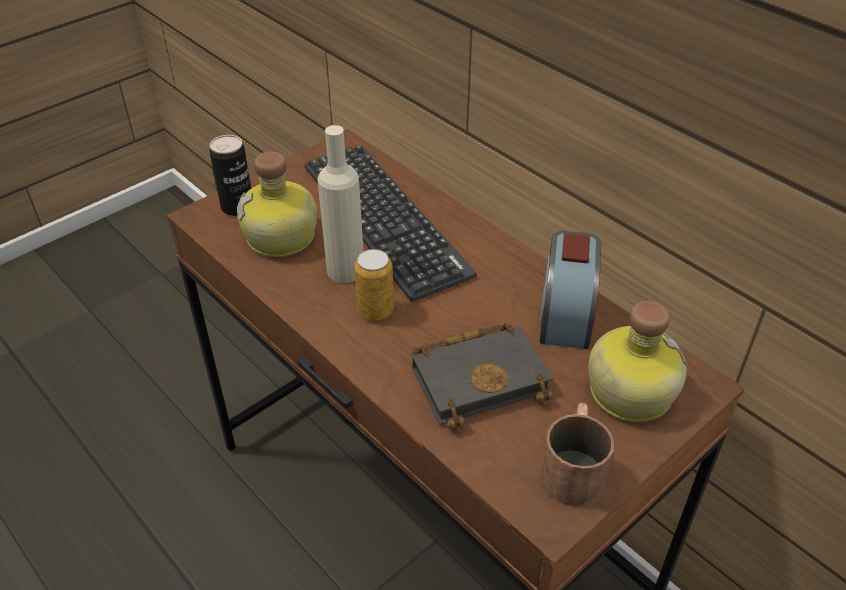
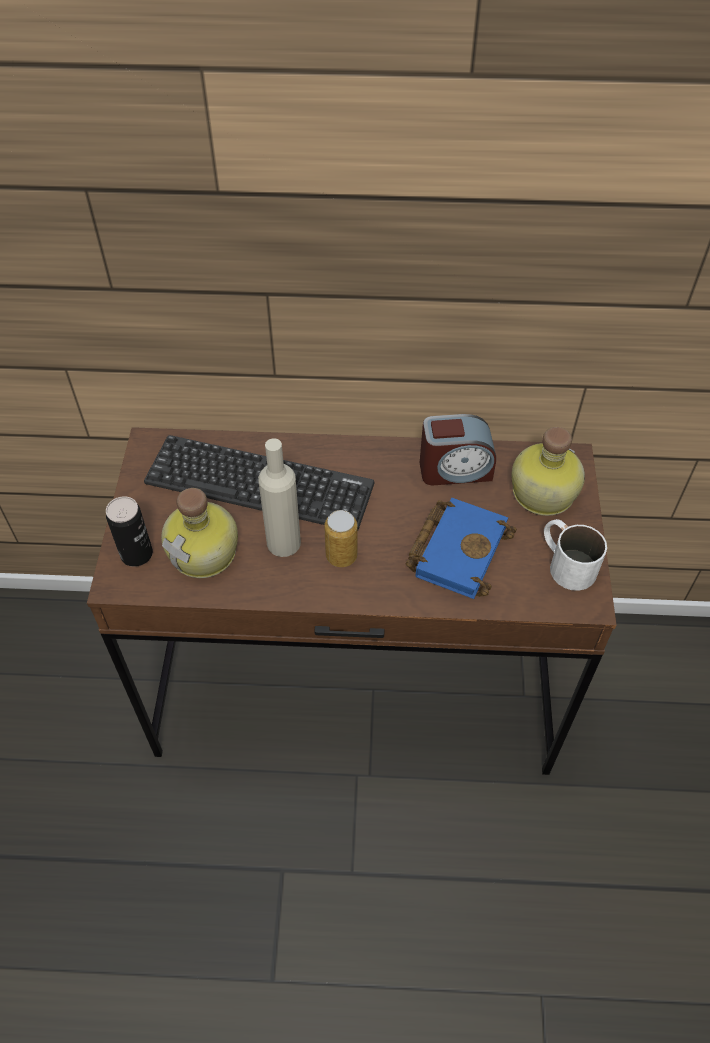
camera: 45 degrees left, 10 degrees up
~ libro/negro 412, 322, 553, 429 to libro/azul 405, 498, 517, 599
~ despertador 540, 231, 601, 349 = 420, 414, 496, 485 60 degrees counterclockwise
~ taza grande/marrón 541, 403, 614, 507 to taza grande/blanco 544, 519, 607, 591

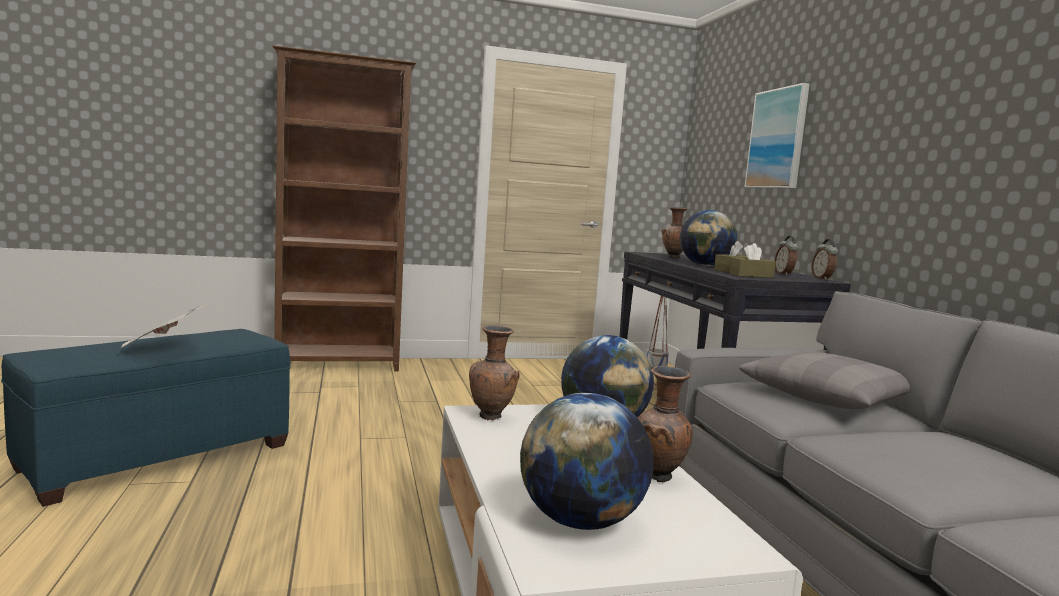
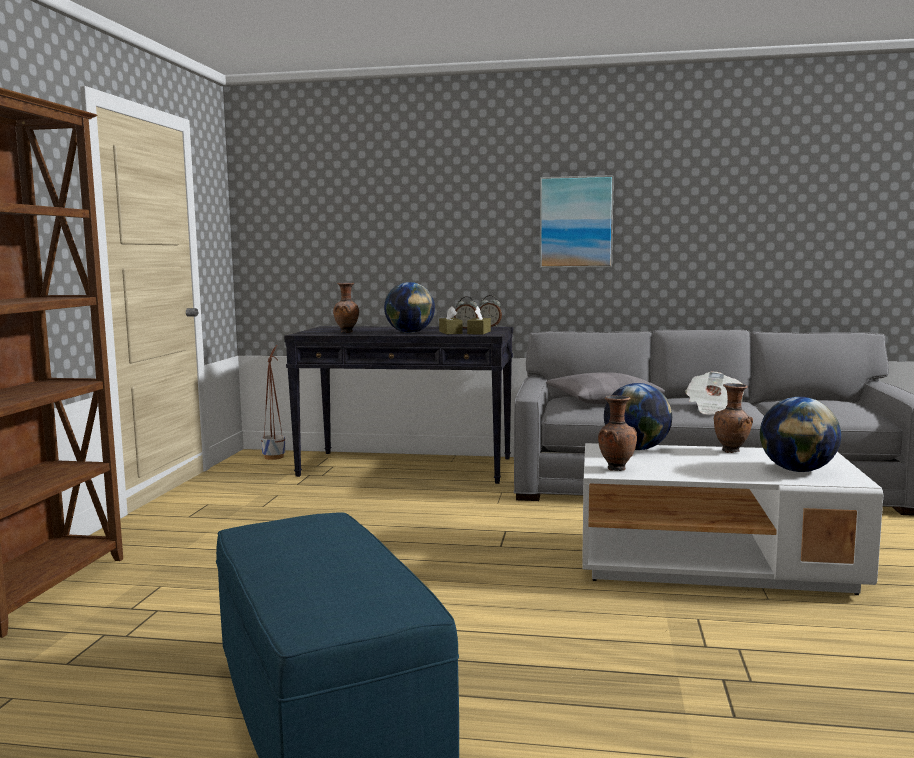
camera: 65 degrees left, 0 degrees up
~ cuadro 745, 83, 810, 188 to 540, 175, 614, 268
~ periódico 117, 305, 204, 350 to 685, 372, 744, 415

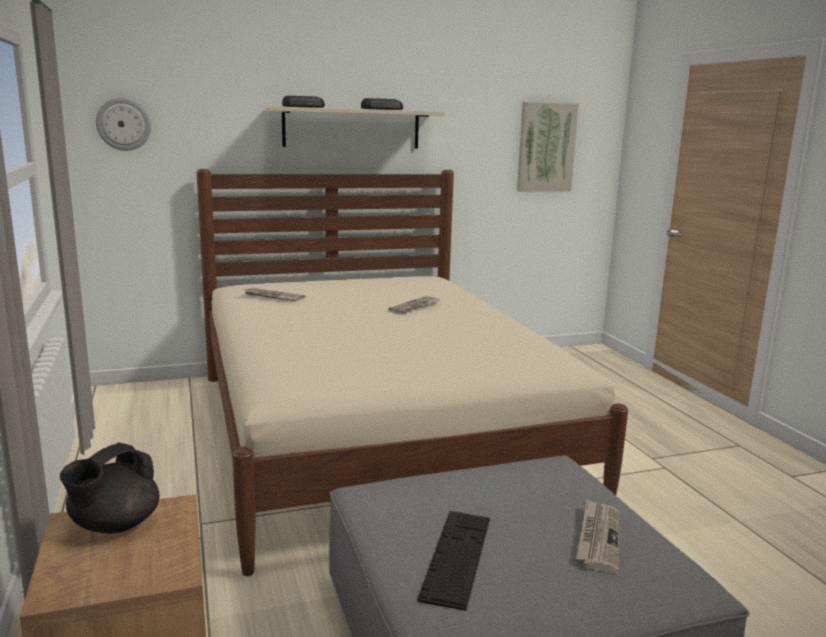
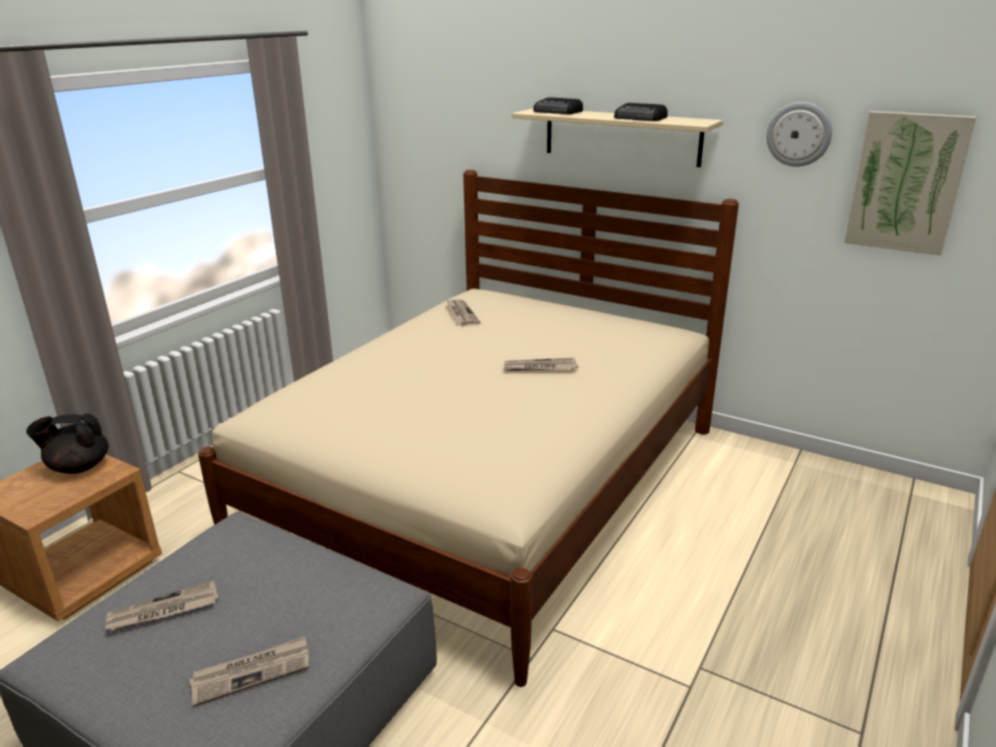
camera: 50 degrees right, 10 degrees up
~ teclado 417, 511, 490, 611 to periódico 105, 581, 219, 632
~ reloj de pared 96, 97, 151, 151 to 766, 102, 832, 167

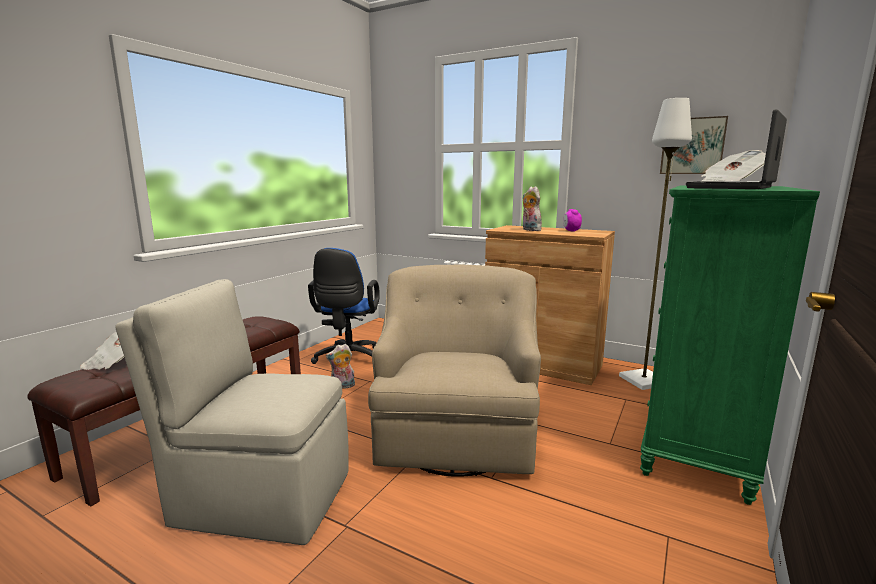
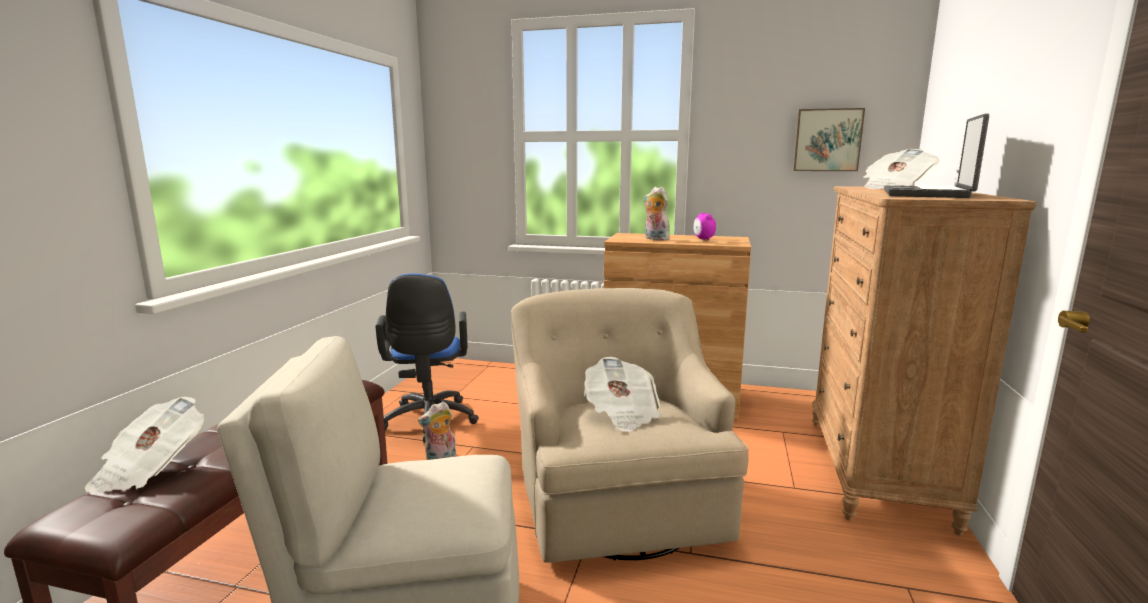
camera: 15 degrees left, 0 degrees up
+ periódico 584, 357, 661, 432
~ cómoda/verde 640, 185, 820, 505 to cómoda/marrón 812, 186, 1037, 536
- lámpara de pie/blanco 619, 98, 692, 390

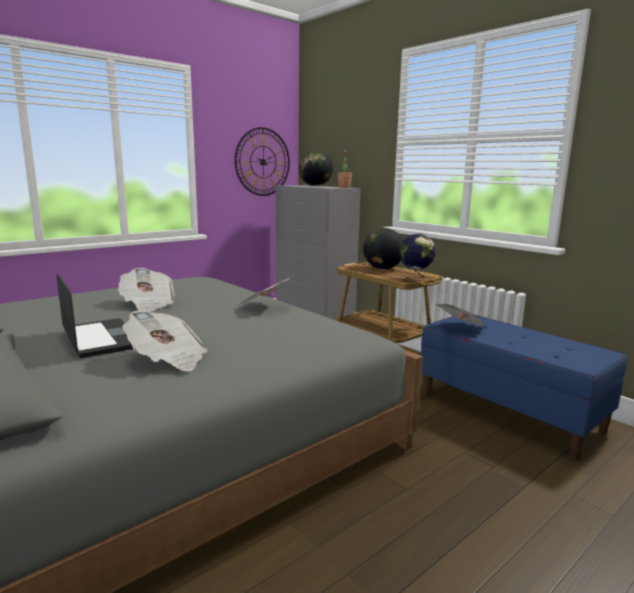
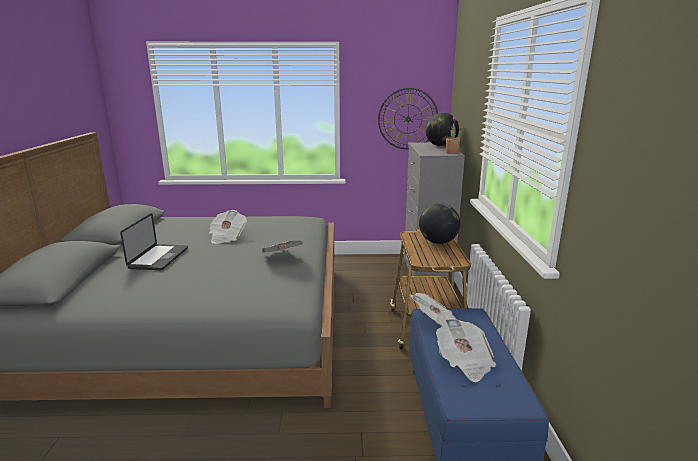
camera: 40 degrees right, 5 degrees up
~ periódico 122, 310, 208, 371 to 436, 317, 496, 382
- globo terráqueo 399, 234, 435, 282

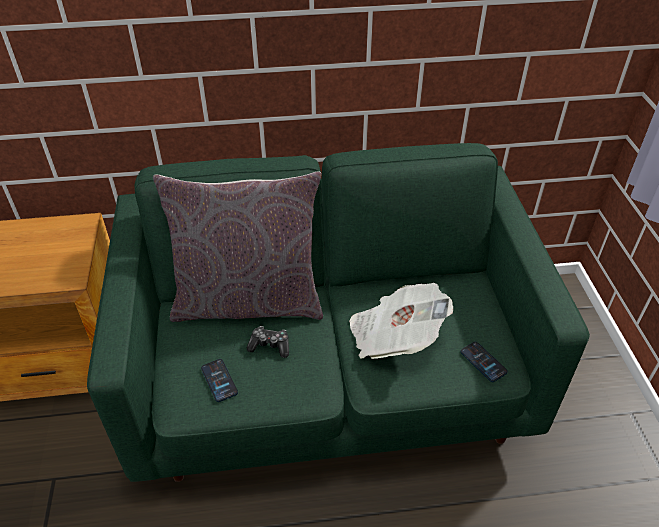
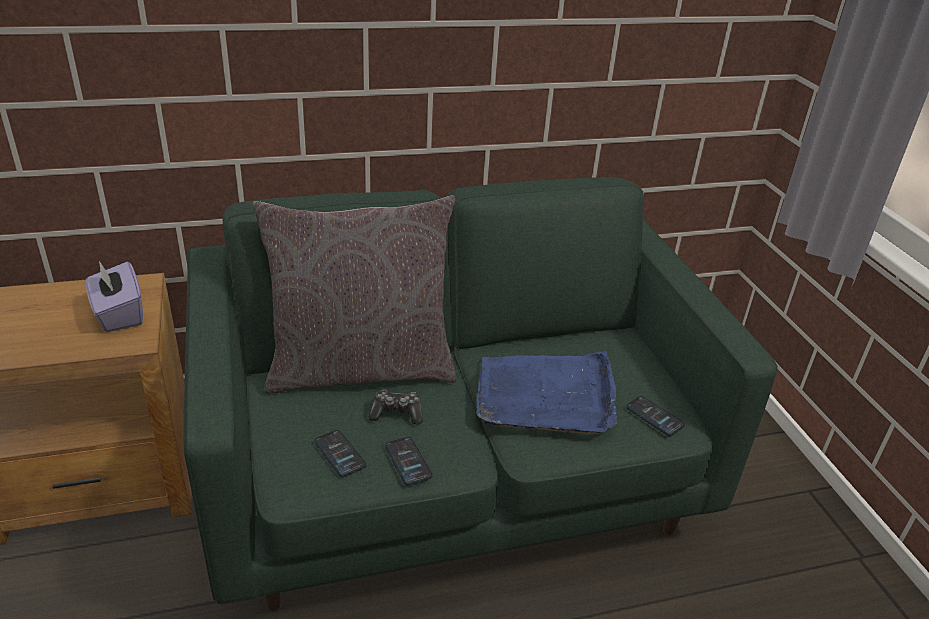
camera: 10 degrees left, 10 degrees down
+ caja de pañuelos/morado 86, 261, 143, 332
+ móvil 385, 437, 433, 486
~ periódico 349, 283, 453, 359 to bandeja/azul 477, 351, 617, 434

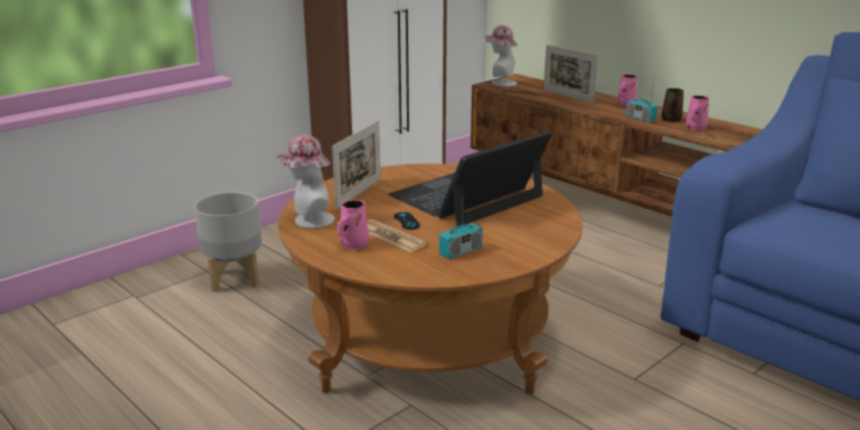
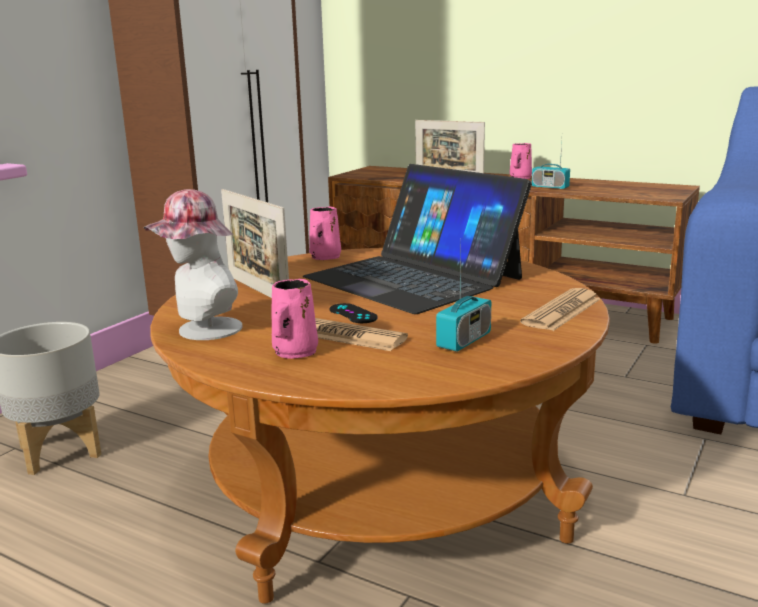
camera: 15 degrees left, 5 degrees down
~ portarretratos 332, 121, 381, 209 = 221, 189, 289, 298 135 degrees clockwise
~ portátil 388, 131, 552, 226 = 303, 164, 532, 314 75 degrees counterclockwise
~ taza grande/rosa 686, 95, 709, 130 to 309, 207, 341, 260
+ periódico 520, 288, 601, 331
- sombrero 484, 25, 518, 87
- taza grande/marrón 662, 88, 684, 122

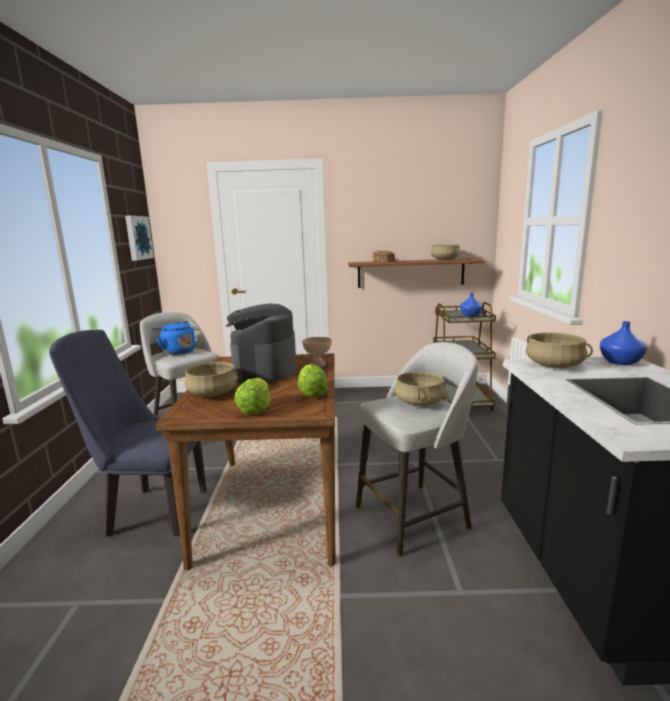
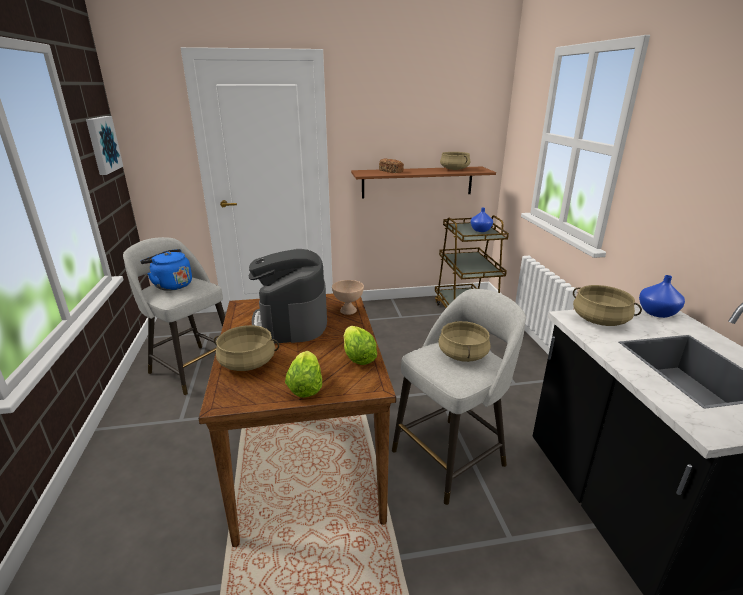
camera: 10 degrees left, 10 degrees up
- silla/azul 49, 330, 207, 537

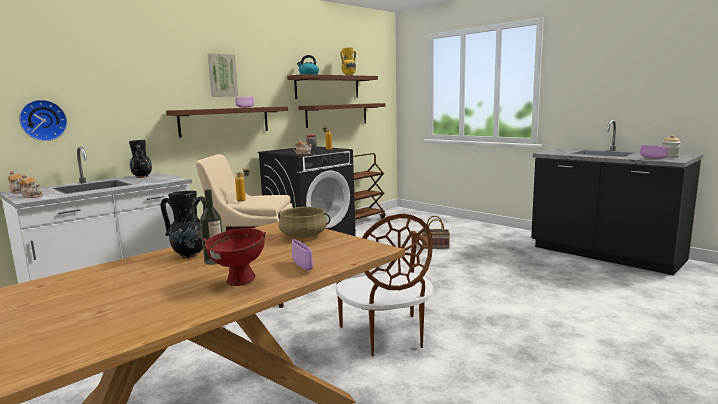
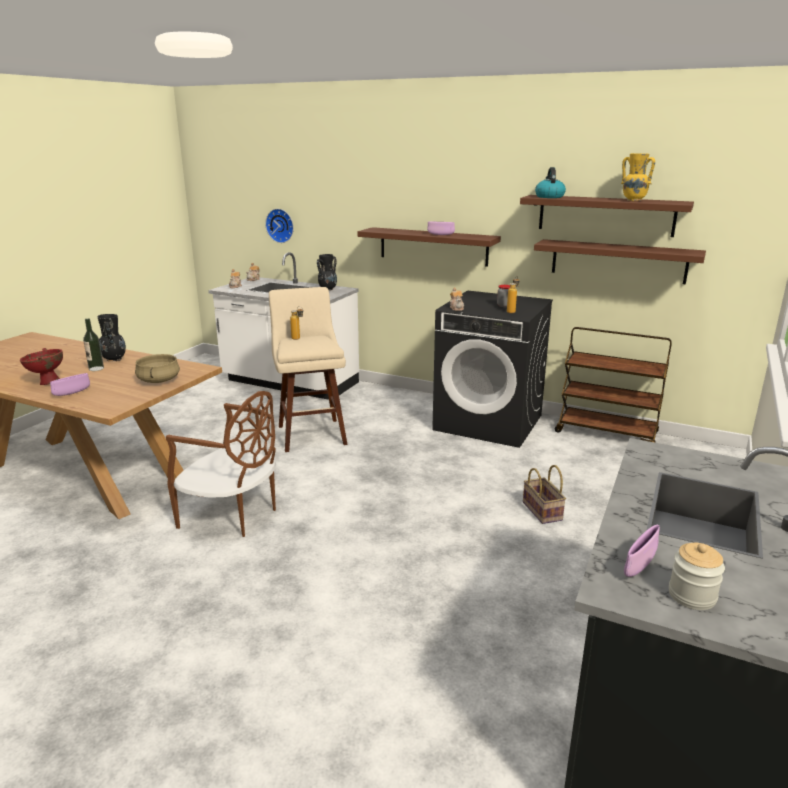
camera: 70 degrees right, 10 degrees up
~ silla/marrón 336, 213, 434, 356 = 166, 391, 276, 537 120 degrees counterclockwise
- cuadro 208, 53, 238, 97

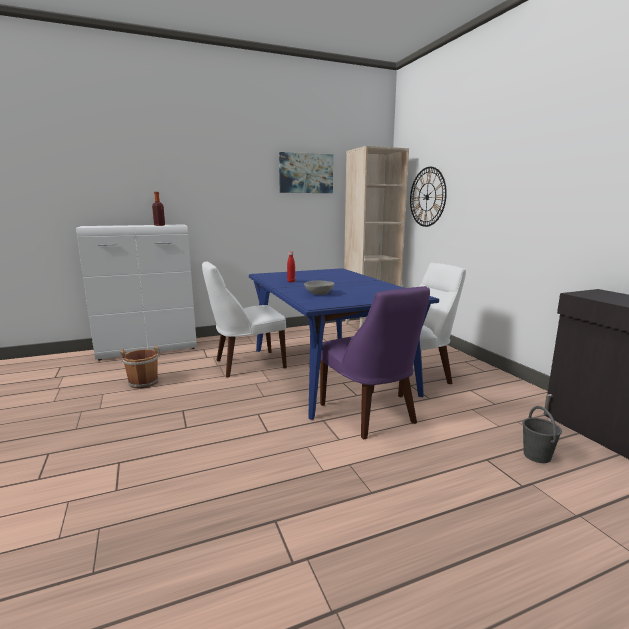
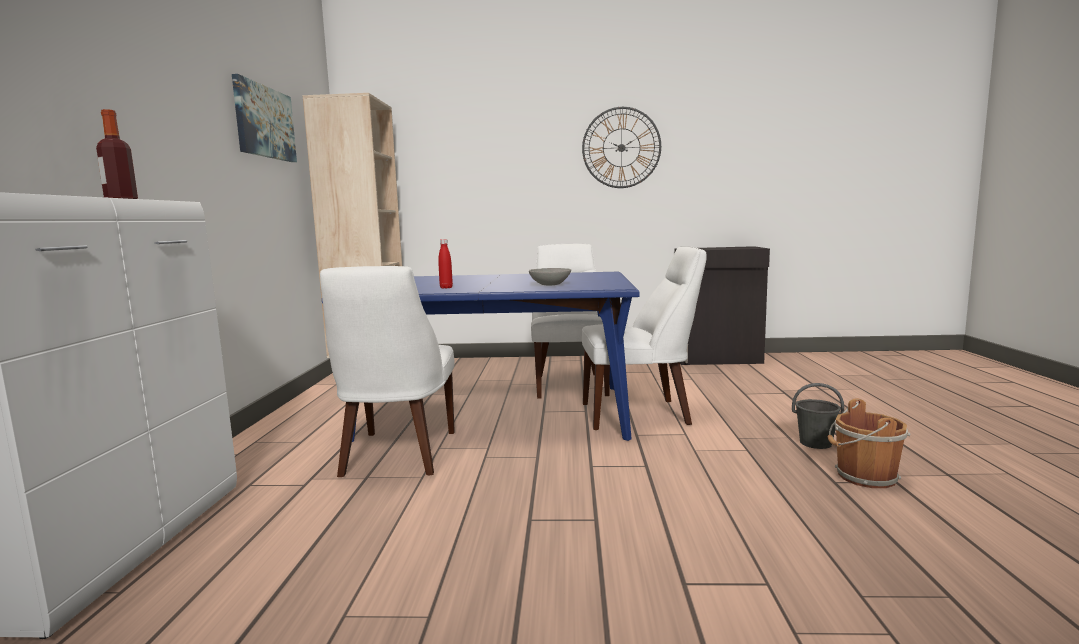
camera: 65 degrees left, 5 degrees down
~ reloj de pared 410, 167, 447, 227 to 582, 107, 661, 188
~ silla/morado 320, 286, 430, 439 to silla/blanco 582, 246, 707, 430
~ cubo/gris 522, 406, 562, 463 to 792, 383, 844, 449
~ cubo/marrón 120, 345, 160, 389 to 828, 399, 911, 488

